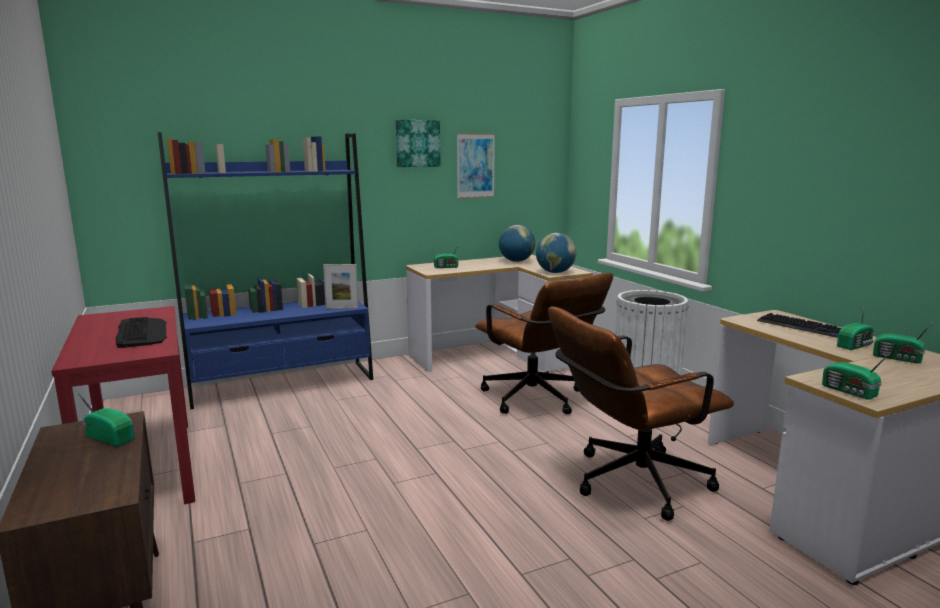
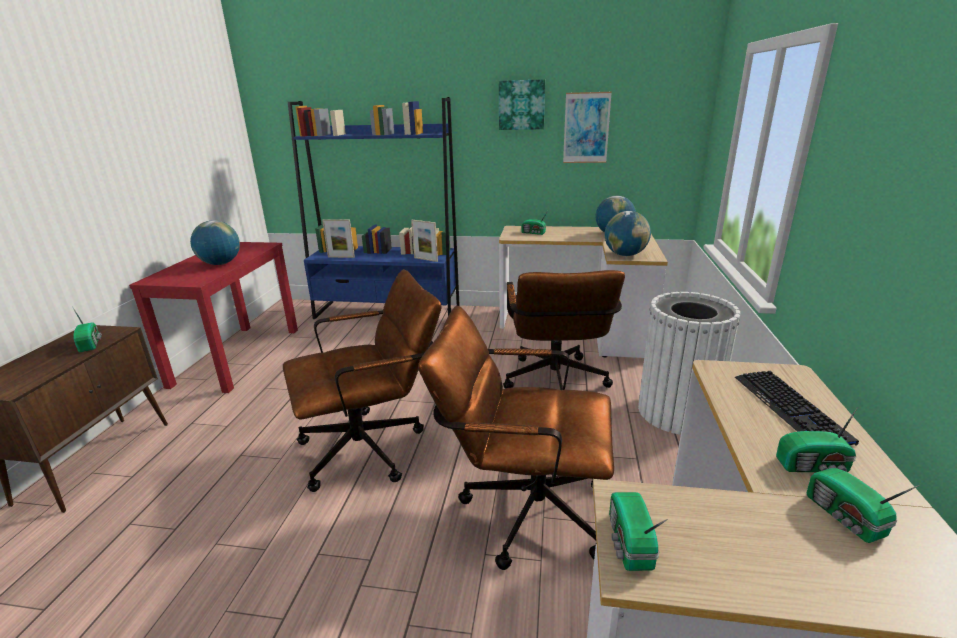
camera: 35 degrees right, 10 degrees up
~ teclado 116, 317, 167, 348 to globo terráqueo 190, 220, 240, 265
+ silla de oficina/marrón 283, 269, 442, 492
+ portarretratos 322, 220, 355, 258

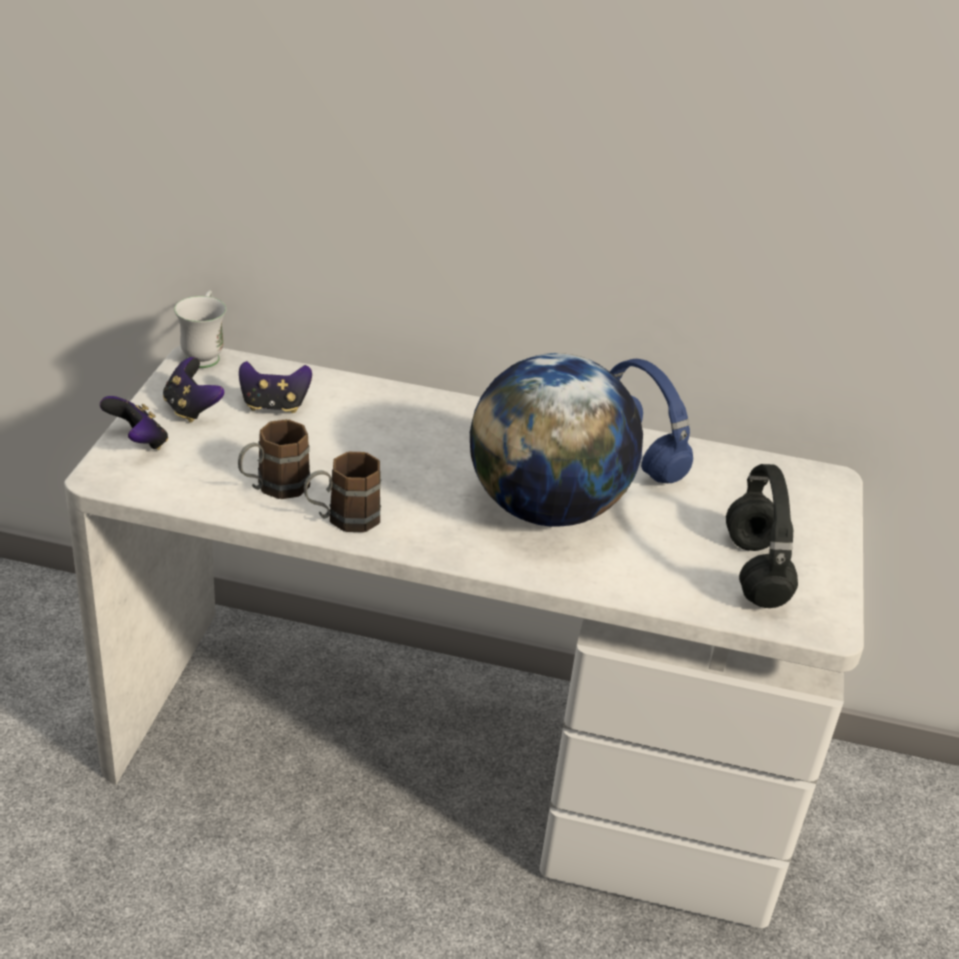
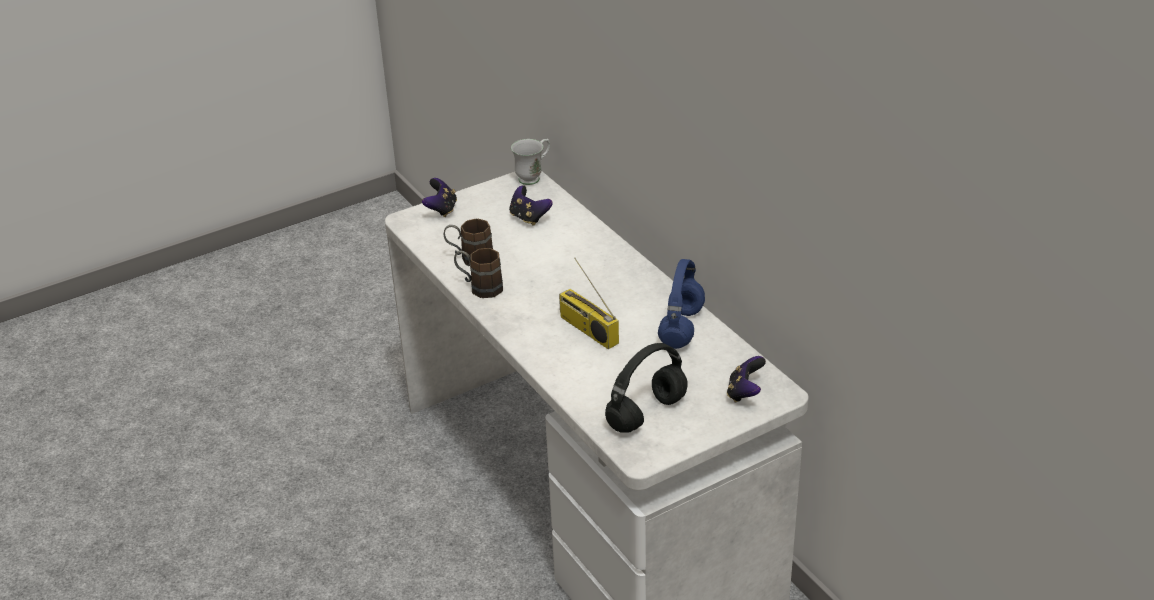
camera: 50 degrees right, 0 degrees up
~ globo terráqueo 470, 353, 643, 527 to radio 559, 258, 619, 349
~ mando de consola 163, 357, 224, 423 to 727, 356, 766, 403

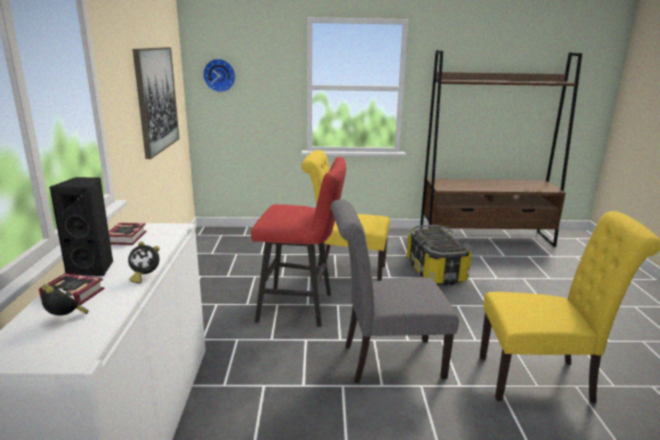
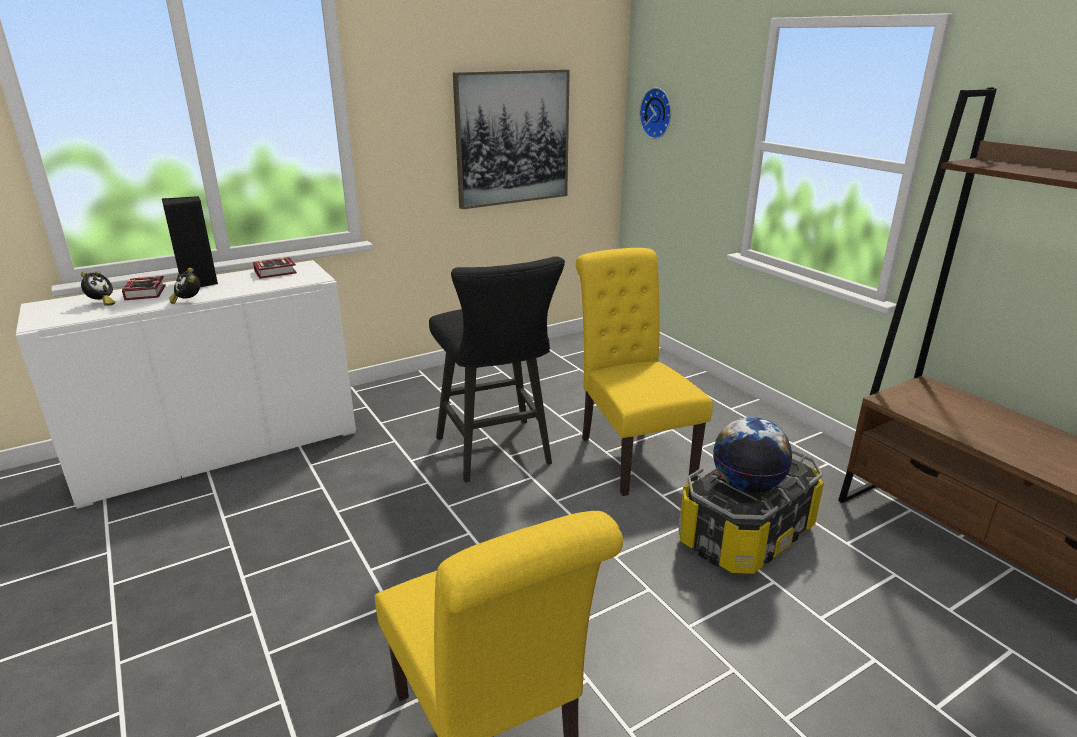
camera: 60 degrees right, 5 degrees up
~ taburete/rojo 251, 157, 346, 327 to taburete/negro 429, 256, 565, 483
+ globo terráqueo 713, 417, 792, 493
- silla/gris 331, 199, 459, 383

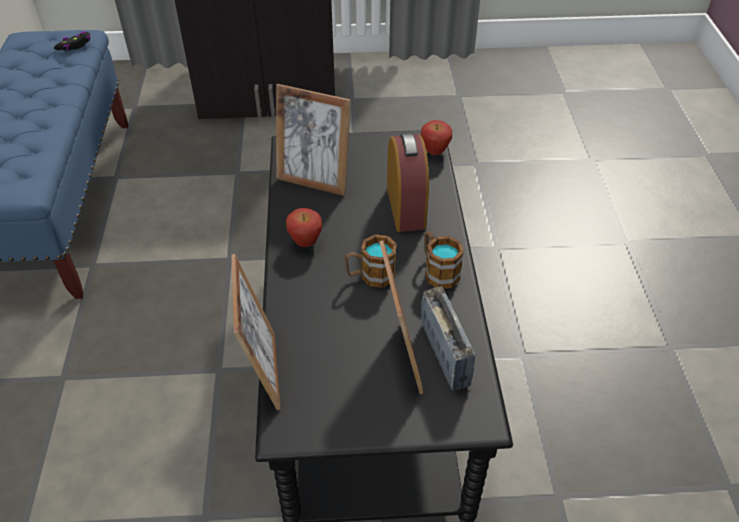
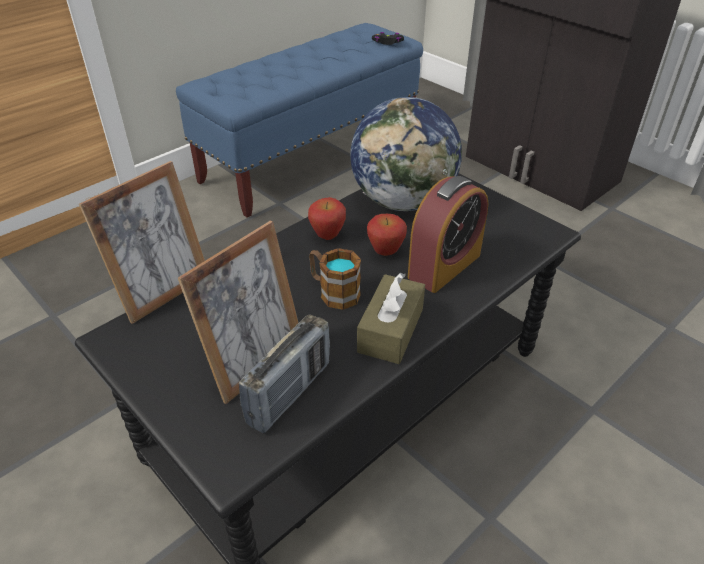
camera: 50 degrees right, 5 degrees down
~ portarretratos 276, 84, 351, 196 to globo terráqueo 350, 97, 462, 211
~ taza grande 424, 231, 464, 289 to caja de pañuelos/marrón 357, 273, 425, 364
~ manzana 421, 120, 452, 155 to 367, 214, 407, 256

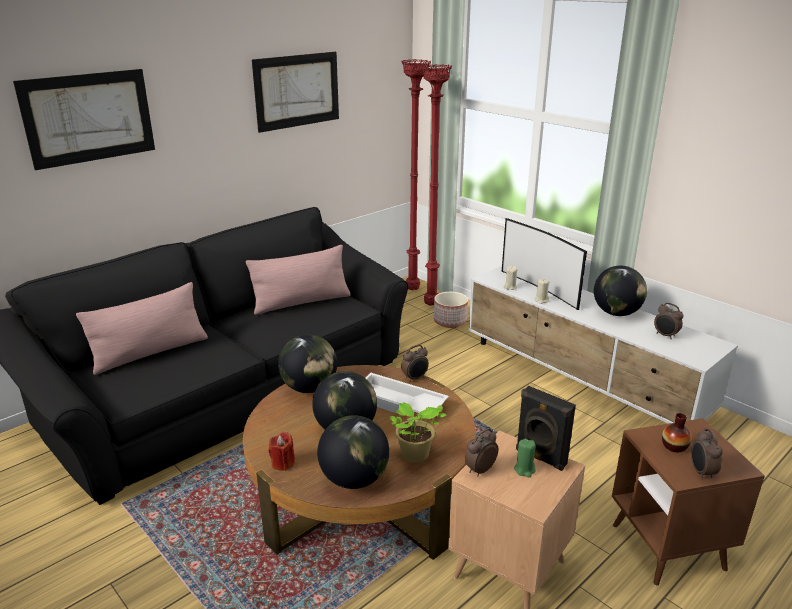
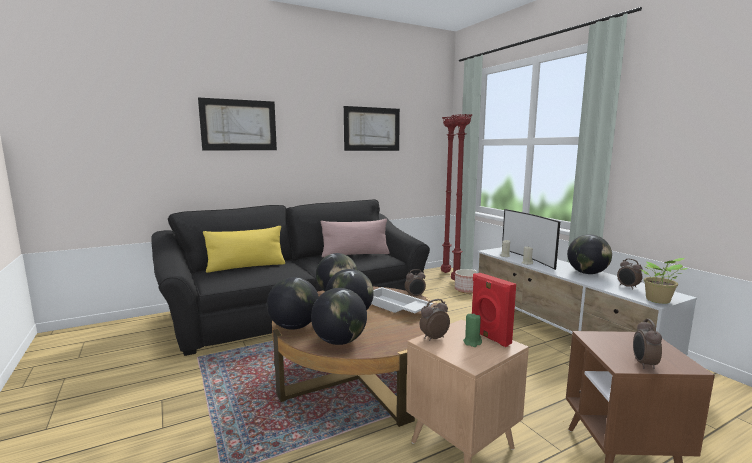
camera: 15 degrees right, 15 degrees down
~ cojín/rosa 76, 282, 208, 375 to cojín/amarillo 203, 226, 285, 273
~ vela/rojo 269, 432, 295, 471 to globo terráqueo 267, 277, 319, 330
~ altavoz/negro 516, 386, 576, 471 to altavoz/rojo 472, 273, 516, 347
~ planta en maceta 390, 402, 446, 463 to 640, 258, 689, 304
- florero 662, 413, 691, 452

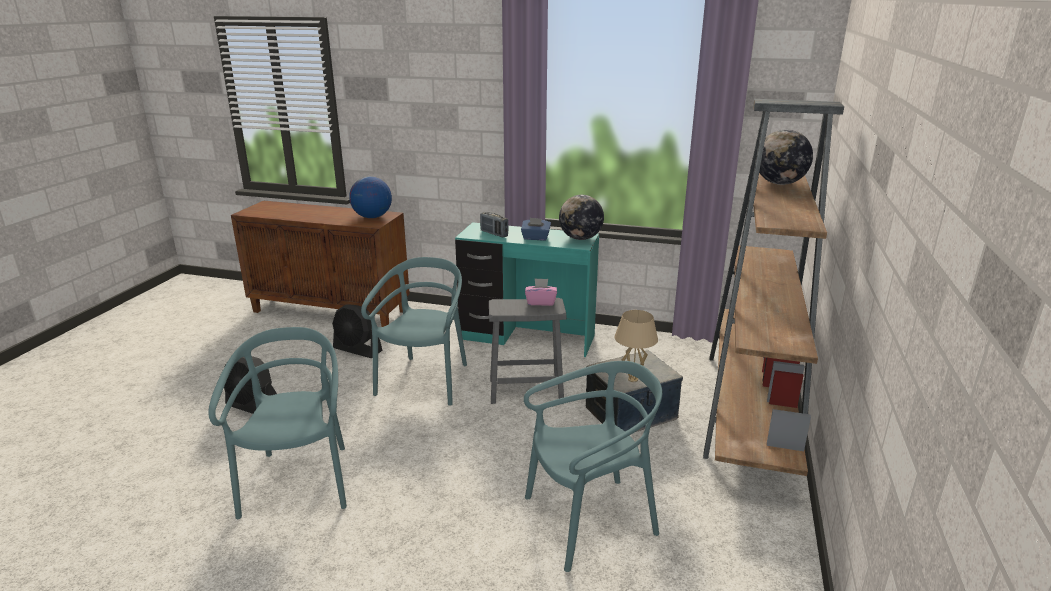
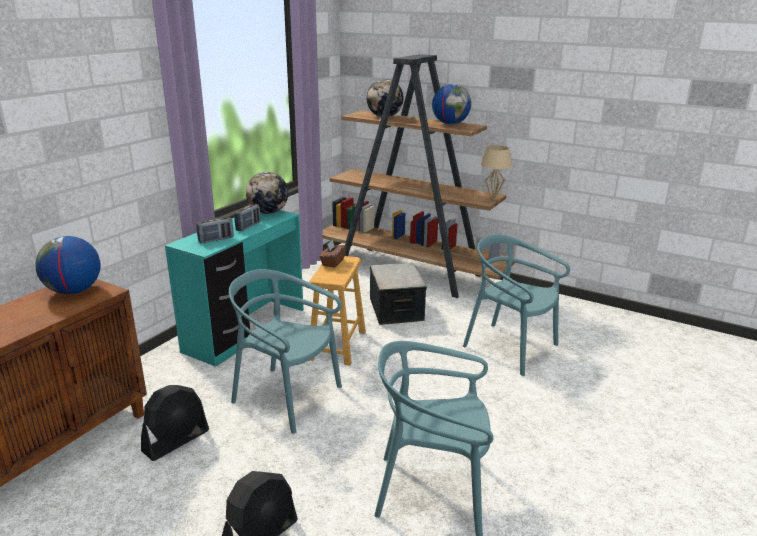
camera: 75 degrees left, 0 degrees up
~ caja de pañuelos/azul 521, 217, 551, 240 to radio 234, 204, 260, 231
~ taburete/gris 489, 298, 566, 404 to taburete/marrón 309, 256, 366, 366
~ caja de pañuelos/rosa 525, 278, 557, 306 to caja de pañuelos/marrón 320, 240, 346, 267
+ globo terráqueo 432, 84, 471, 124
~ silla/turquesa 524, 361, 662, 572 = 463, 234, 570, 376 45 degrees counterclockwise
~ lámpara de mesa/beis 615, 310, 658, 382 to 481, 145, 512, 200

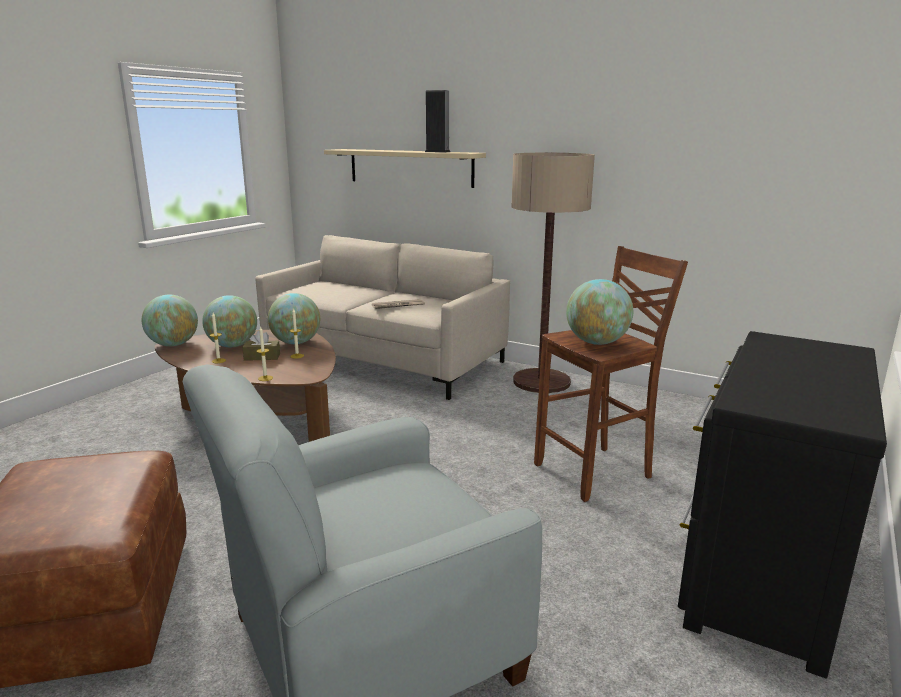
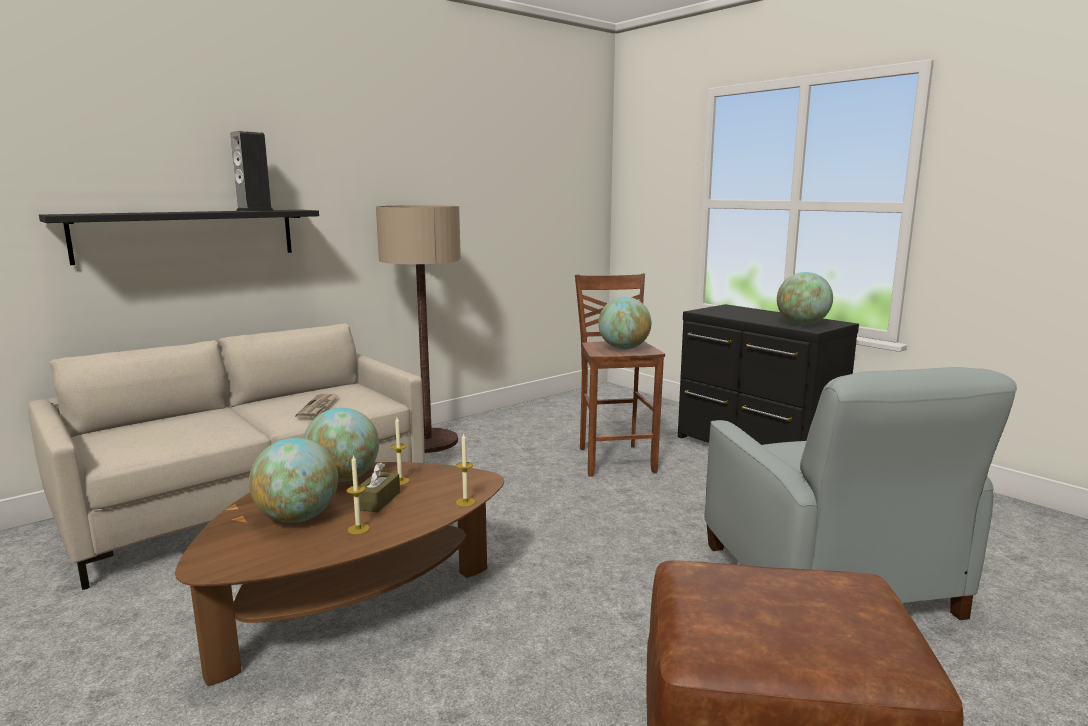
camera: 70 degrees left, 5 degrees down
~ estante/beis 324, 149, 486, 188 to estante/negro 39, 210, 319, 265
~ globo terráqueo 142, 295, 198, 346 to 777, 272, 833, 325

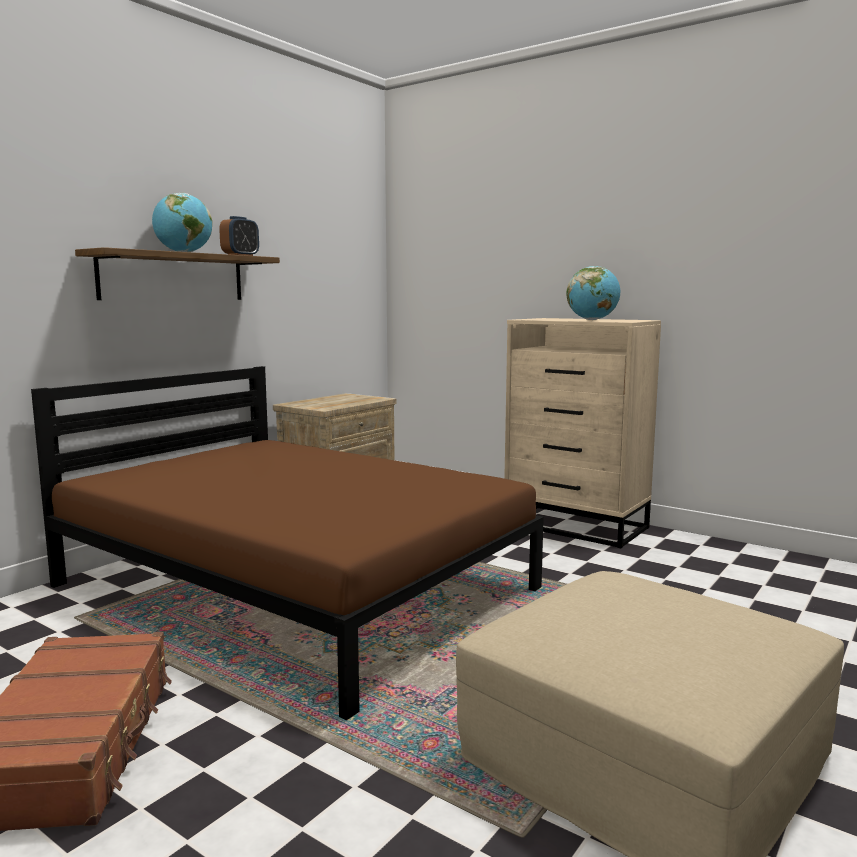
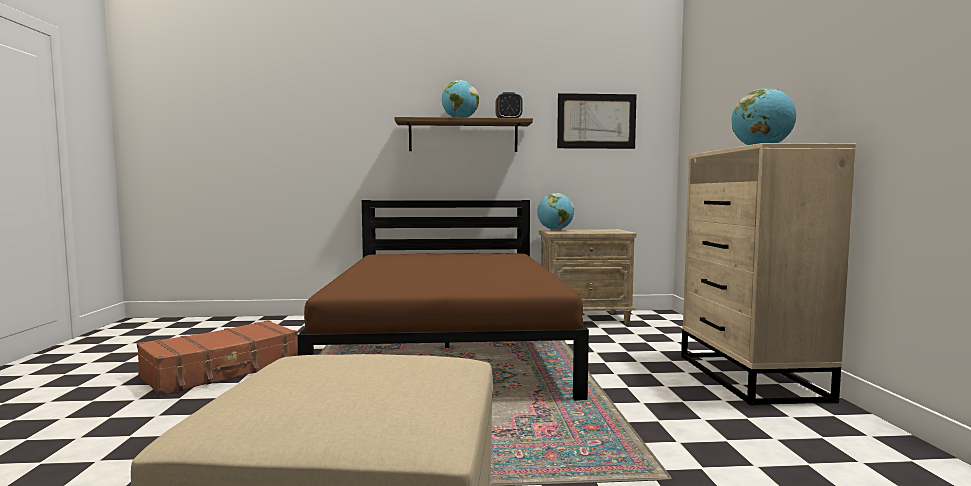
camera: 50 degrees right, 5 degrees down
+ globo terráqueo 537, 193, 574, 230
+ cuadro 557, 93, 637, 149

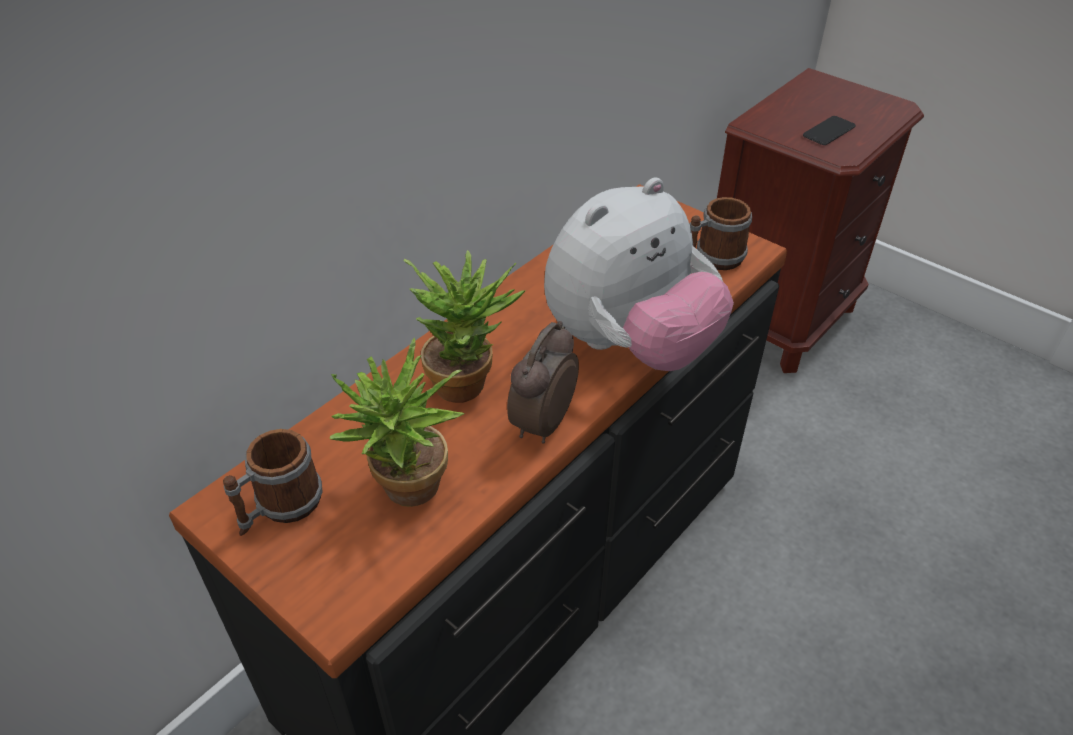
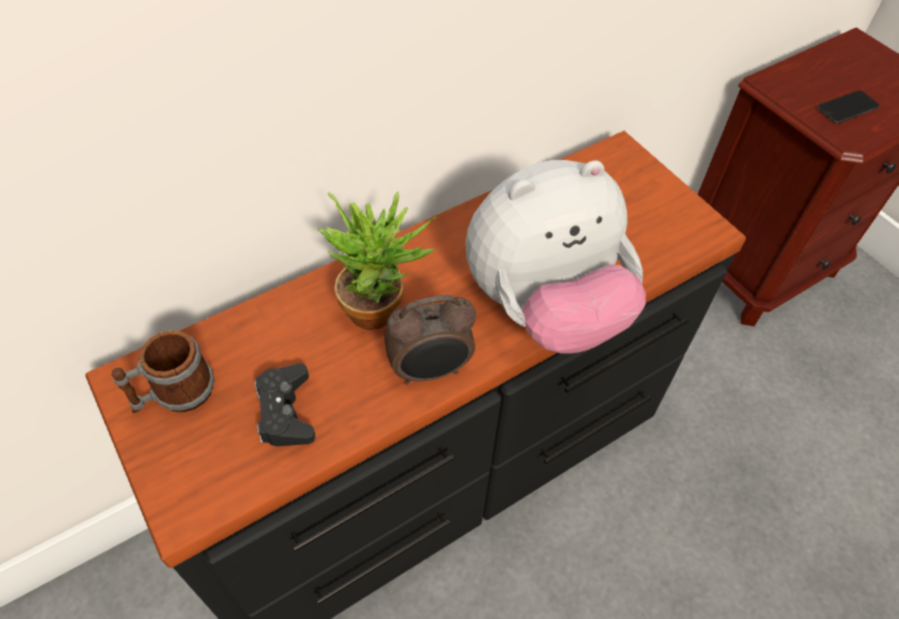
camera: 15 degrees right, 10 degrees up
~ planta en maceta 330, 337, 464, 507 to mando de consola/negro 255, 363, 315, 446
~ despertador 507, 321, 579, 444 = 384, 295, 476, 385 150 degrees counterclockwise
- taza grande 690, 197, 752, 270

